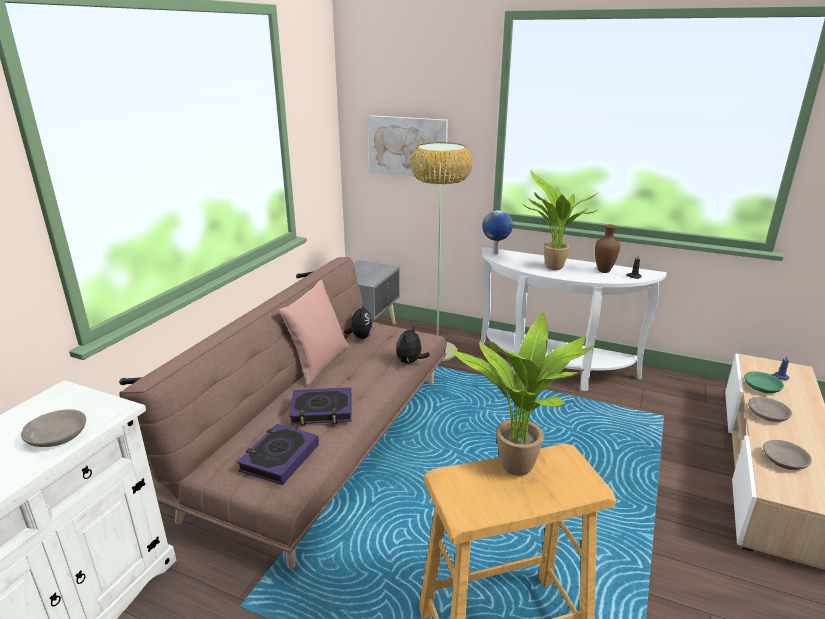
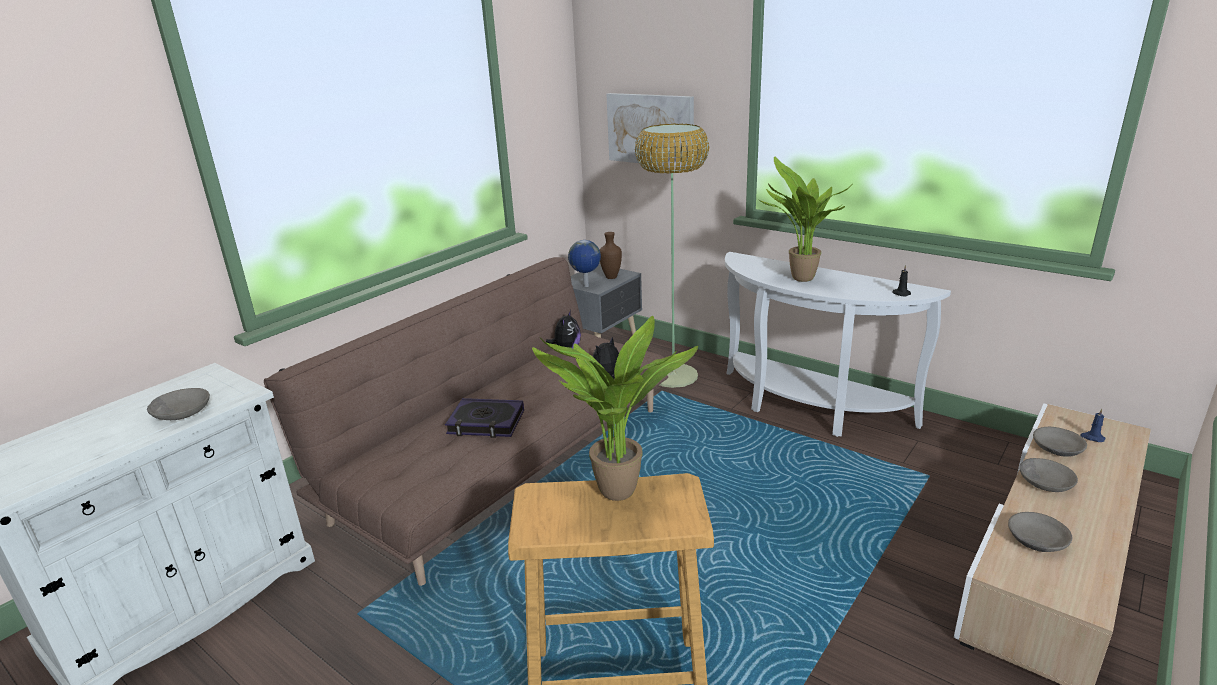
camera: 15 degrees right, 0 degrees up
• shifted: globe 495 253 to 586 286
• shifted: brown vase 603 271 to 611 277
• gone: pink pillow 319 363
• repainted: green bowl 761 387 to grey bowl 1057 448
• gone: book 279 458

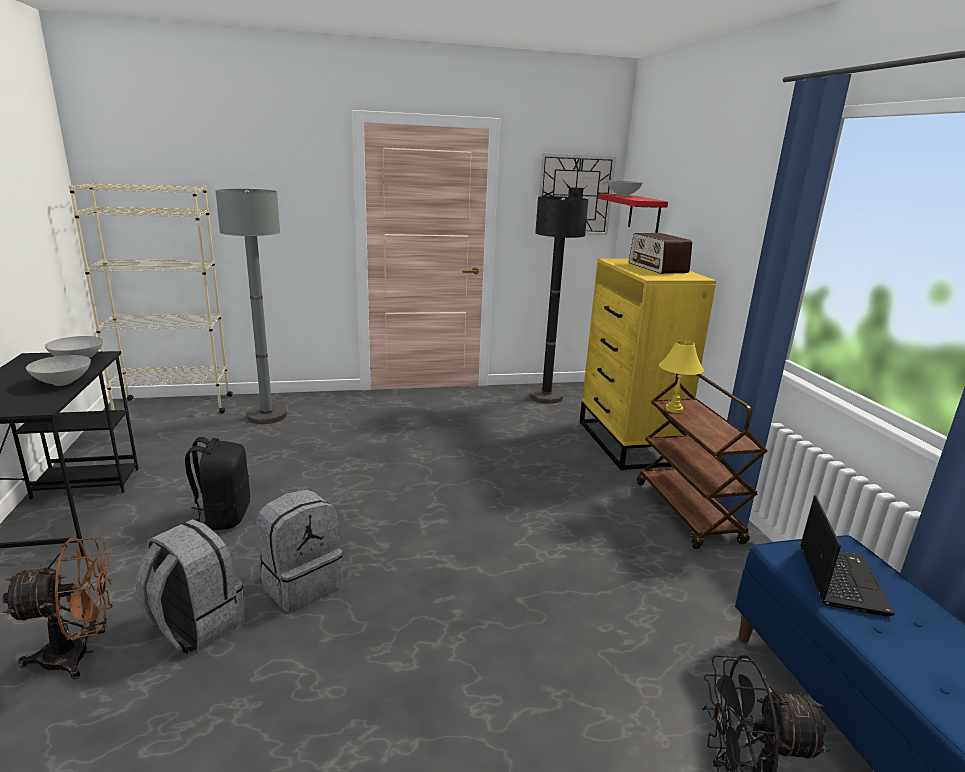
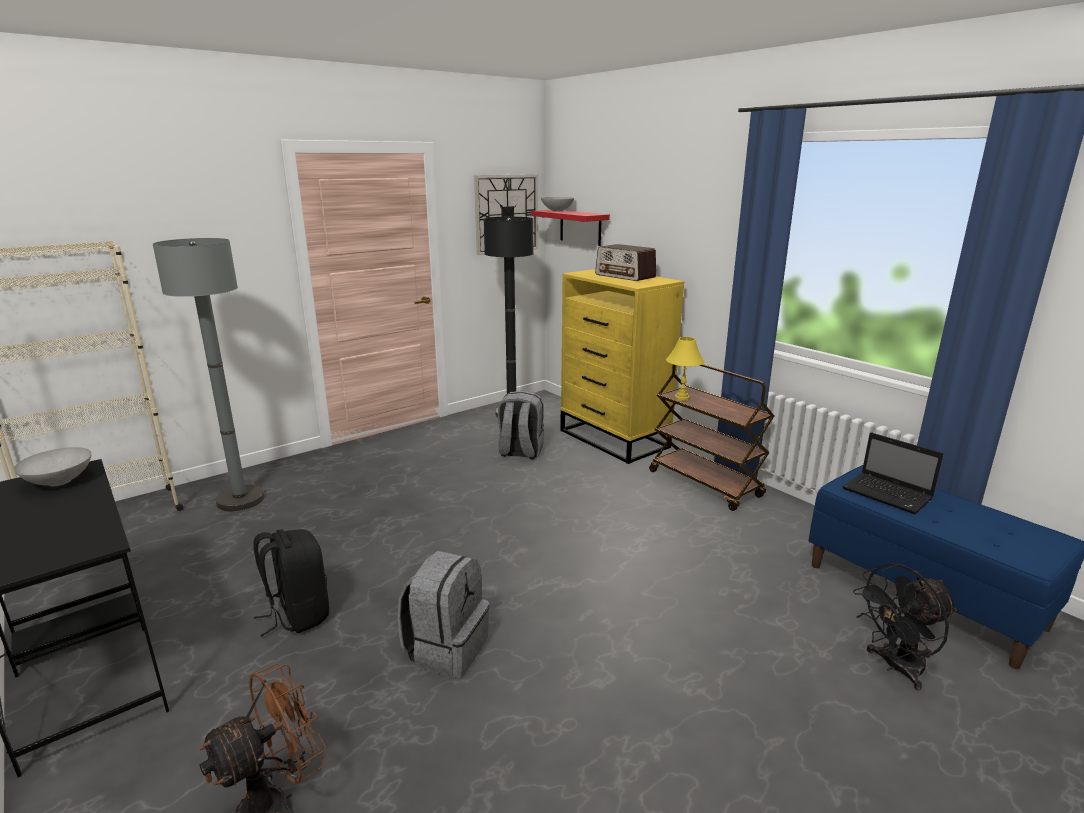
camera: 25 degrees left, 0 degrees up
• gone: grey bowl 63 382
• rotated: laptop 840 579 = 888 495 150 degrees clockwise
• shifted: grey backpack 195 625 to 520 452

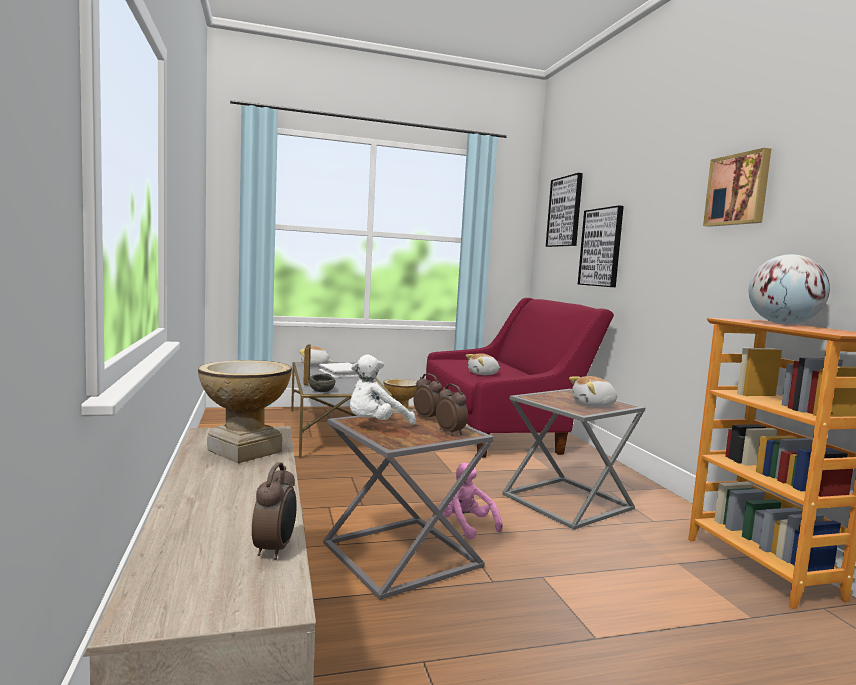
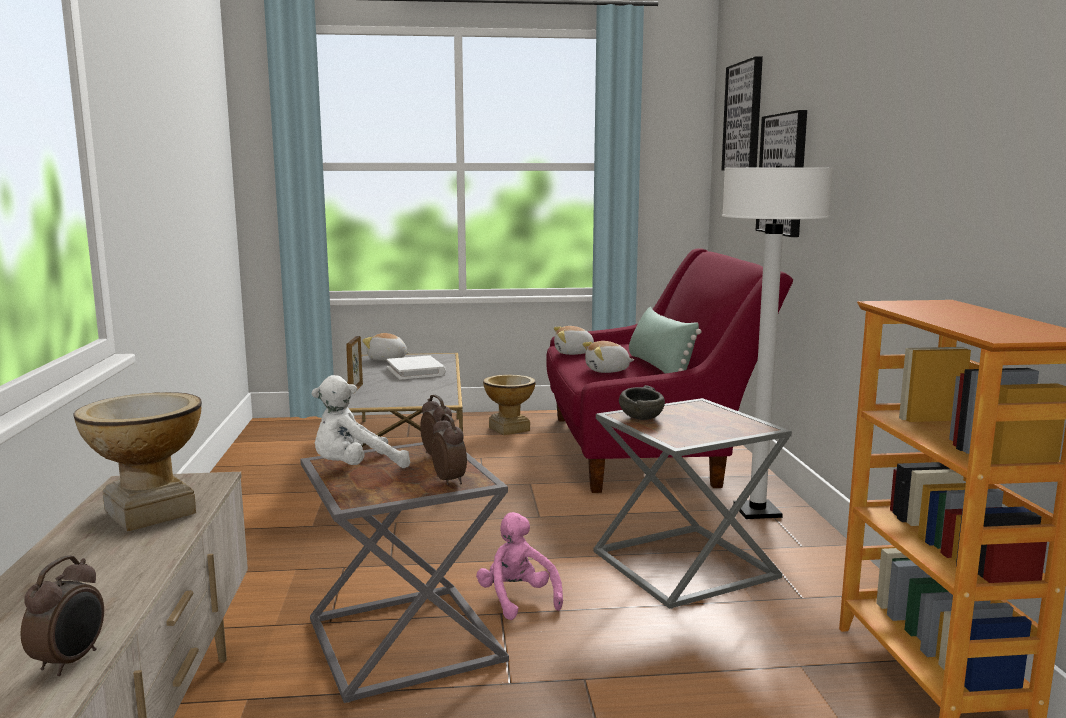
camera: 10 degrees right, 5 degrees up
• gone: picture 738 190
• gone: globe 783 324
• shifted: grey bowl 322 391 to 642 417
• shifted: plush toy 594 405 to 574 353
• new: white floor lamp 757 512
• new: green pillow 659 367

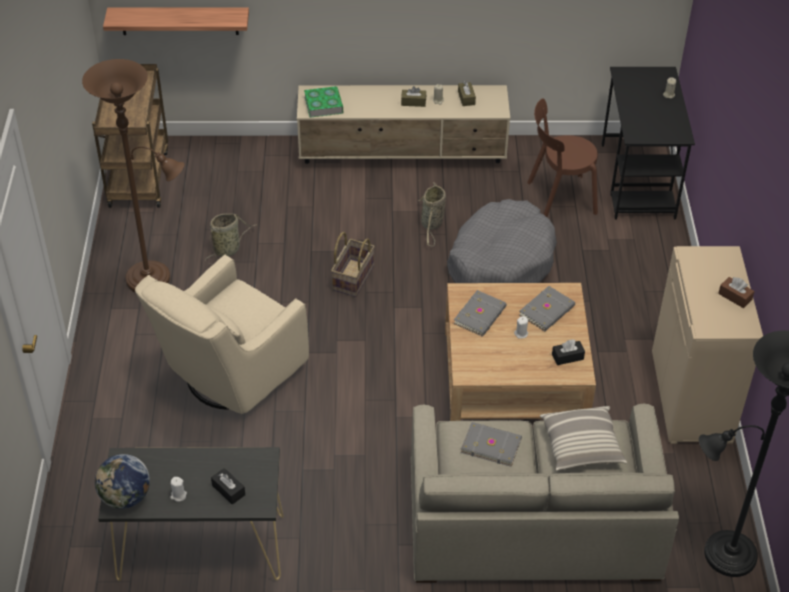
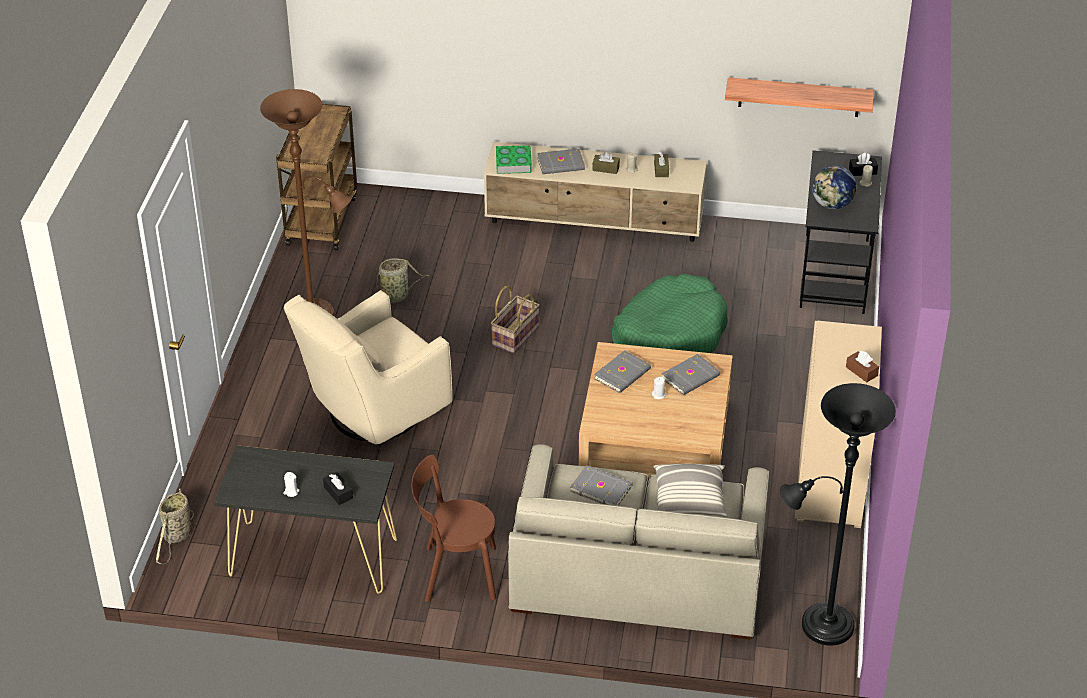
camera: 10 degrees right, 5 degrees down
• shifted: shelf 179 21 to 799 97
• shifted: brown chair 558 198 to 455 573
• shifted: basket 432 224 to 177 537
• repainted: grey dog bed 500 261 to green dog bed 669 335
• shifted: black tissue box 567 357 to 862 171
• shifted: globe 125 497 to 832 205
• new: grey book 561 164

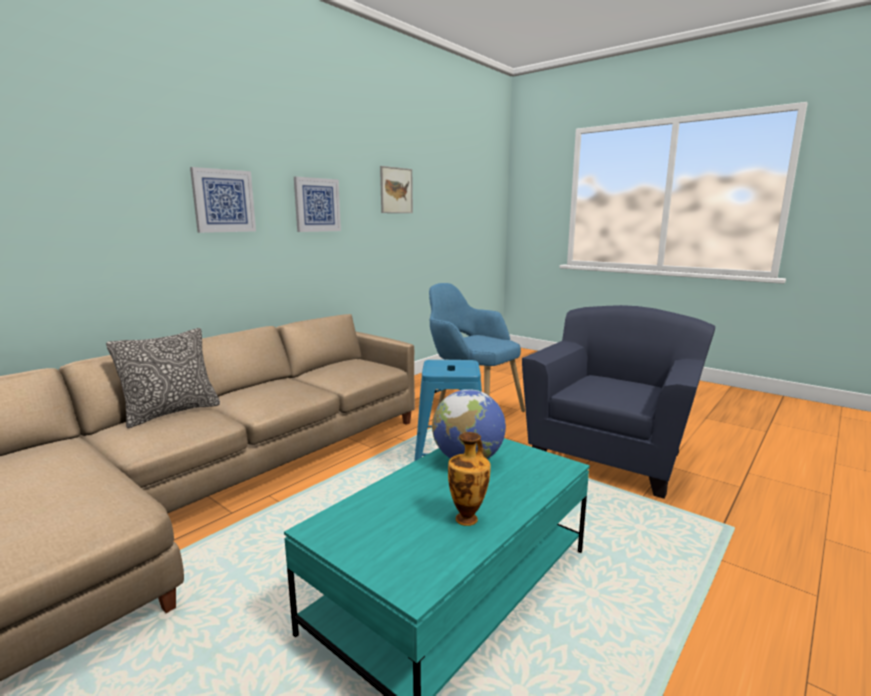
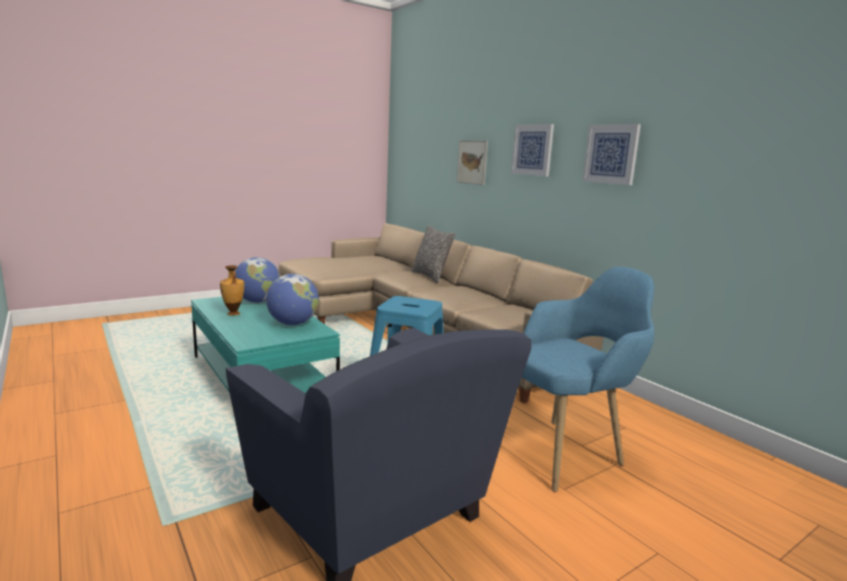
camera: 105 degrees right, 0 degrees up
• shifted: picture 396 190 to 472 162
• new: globe 258 302

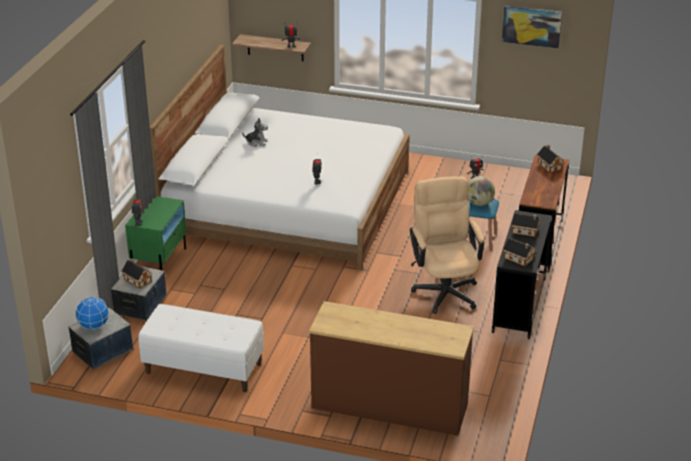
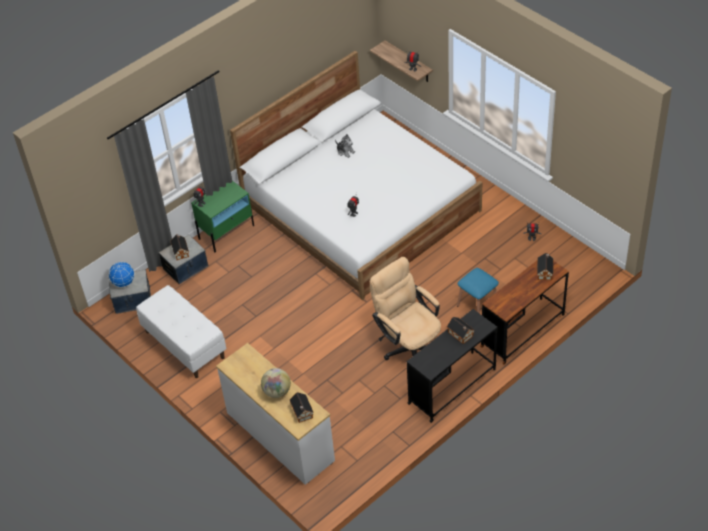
camera: 35 degrees right, 15 degrees up
• gone: picture 531 26
• rotated: beige office chair 444 289 = 408 345 60 degrees counterclockwise
• shifted: globe 479 203 to 277 392
• shifted: toy house 519 259 to 302 413
• repainted: brown dresser 389 407 to white dresser 279 437

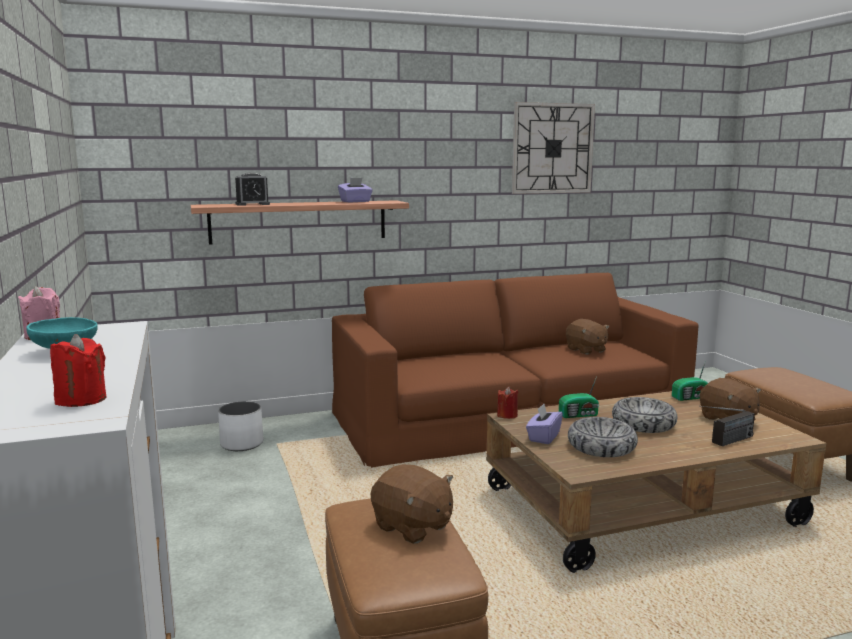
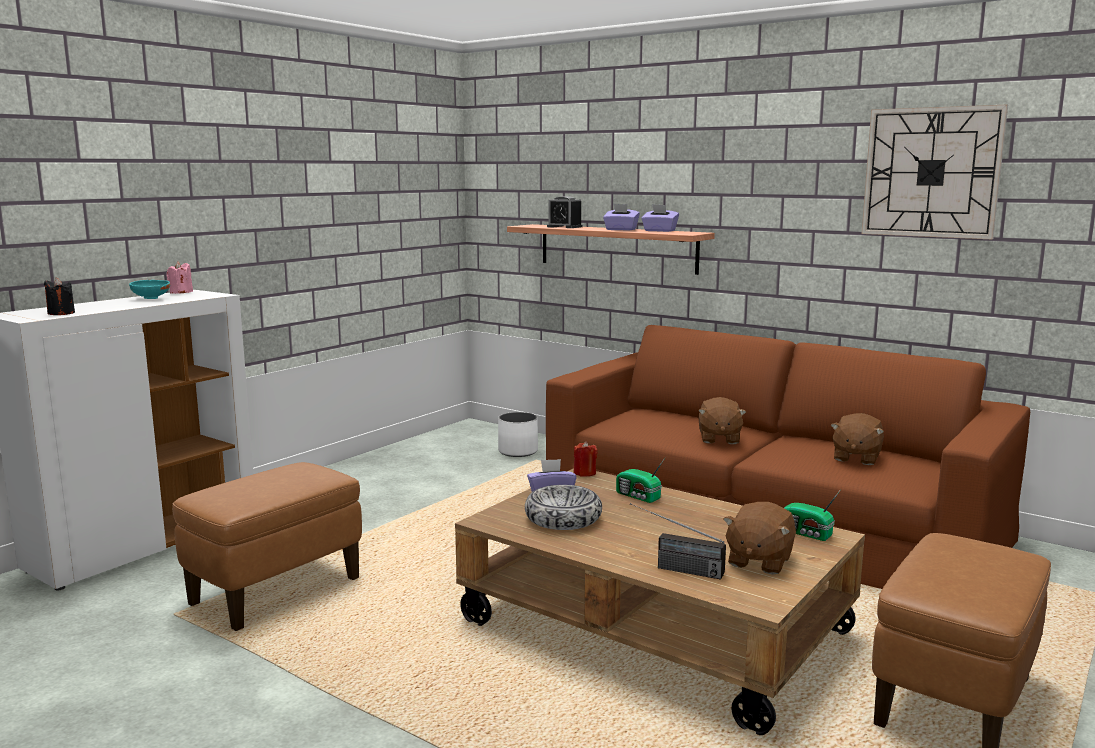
camera: 55 degrees right, 0 degrees up
• repainted: red candle 81 399 to black candle 61 313
• gone: bowl 643 424
• shifted: brown plush toy 412 527 to 719 438
• new: purple tissue box 620 229

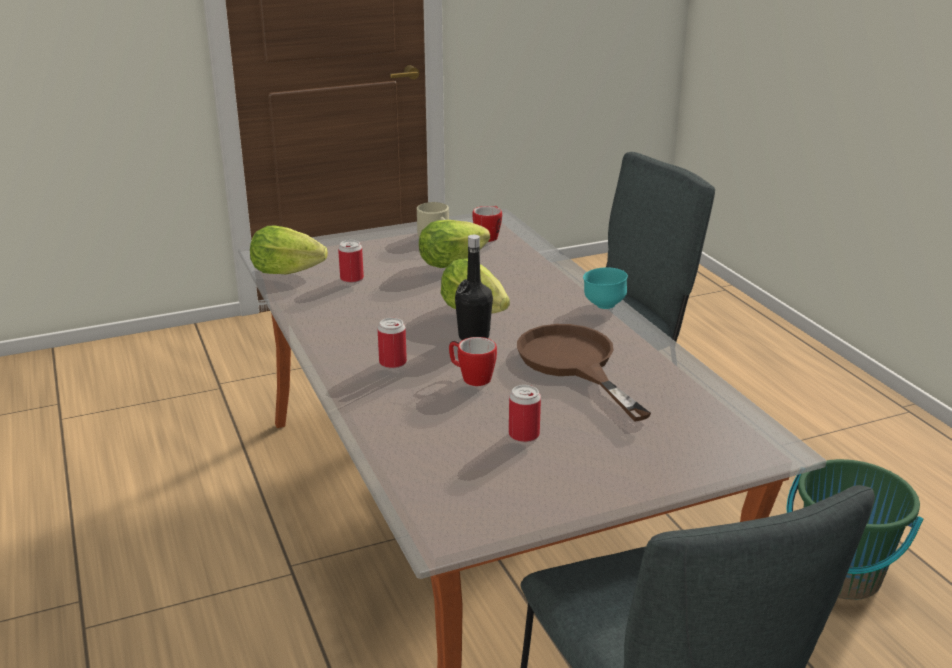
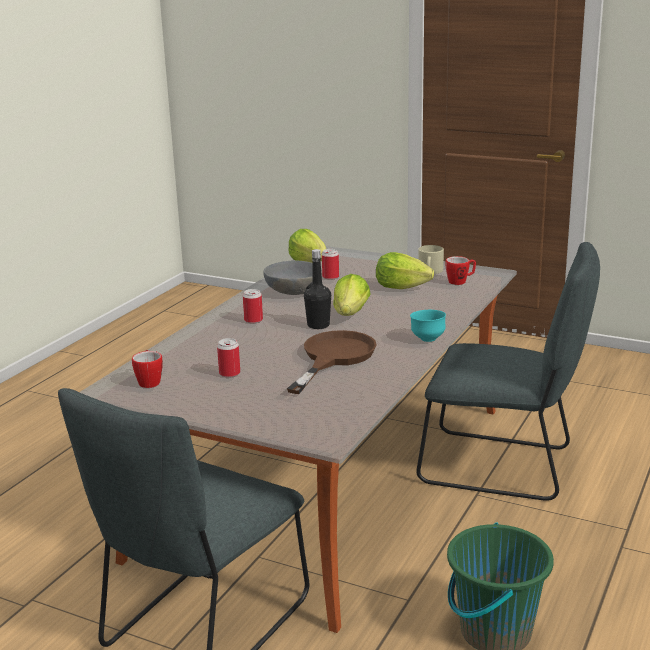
camera: 50 degrees right, 5 degrees down
• shifted: mug 471 378 to 149 381
• new: grey bowl 294 291

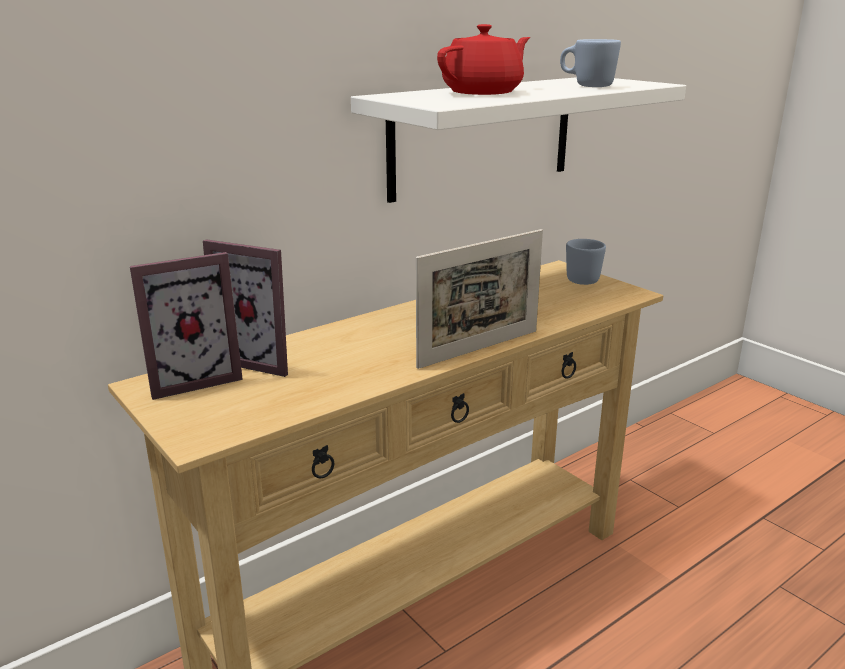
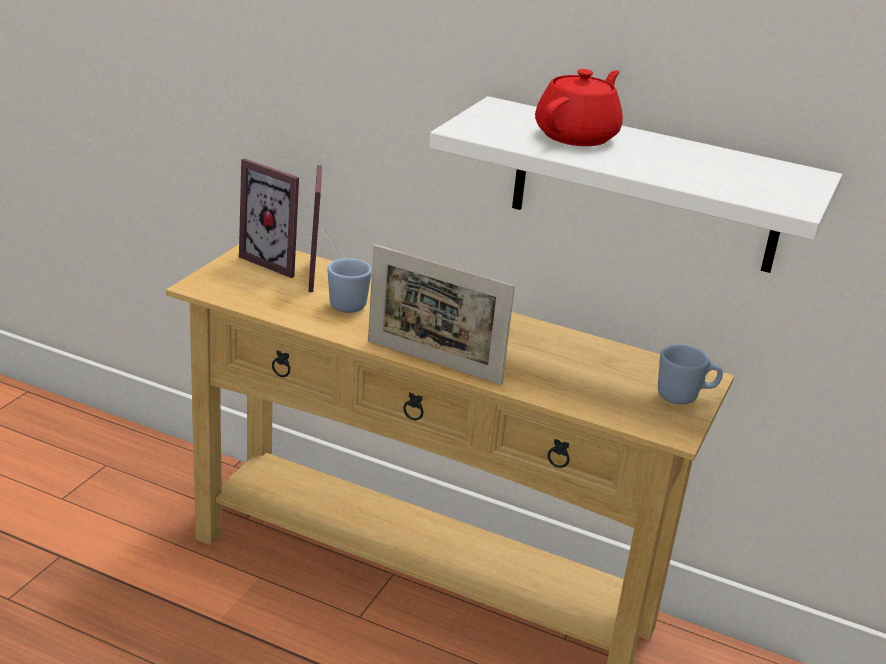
camera: 60 degrees right, 5 degrees up
• rotated: red teapot 484 92 = 577 136 75 degrees counterclockwise
• shifted: blue mug 587 86 to 348 303

